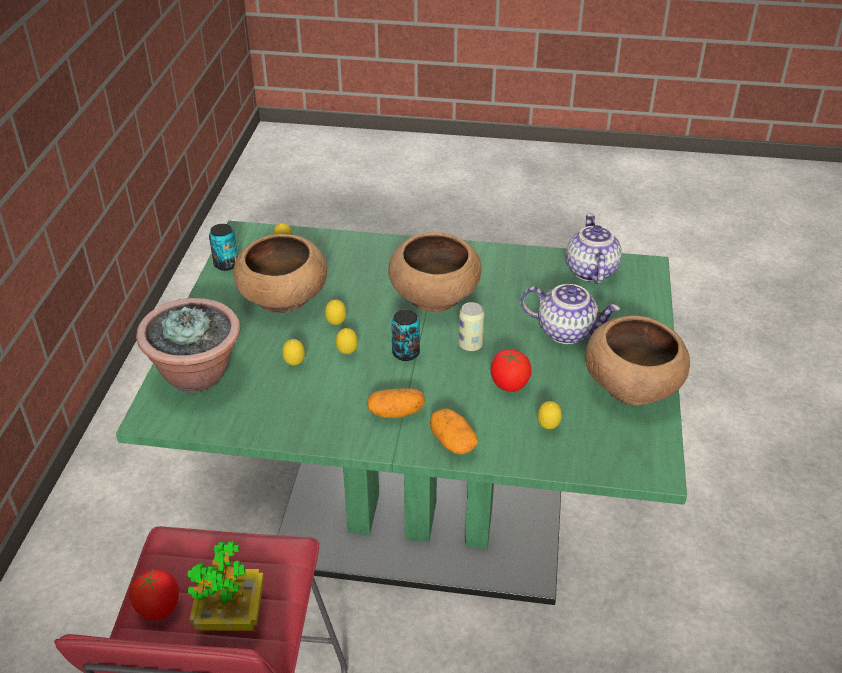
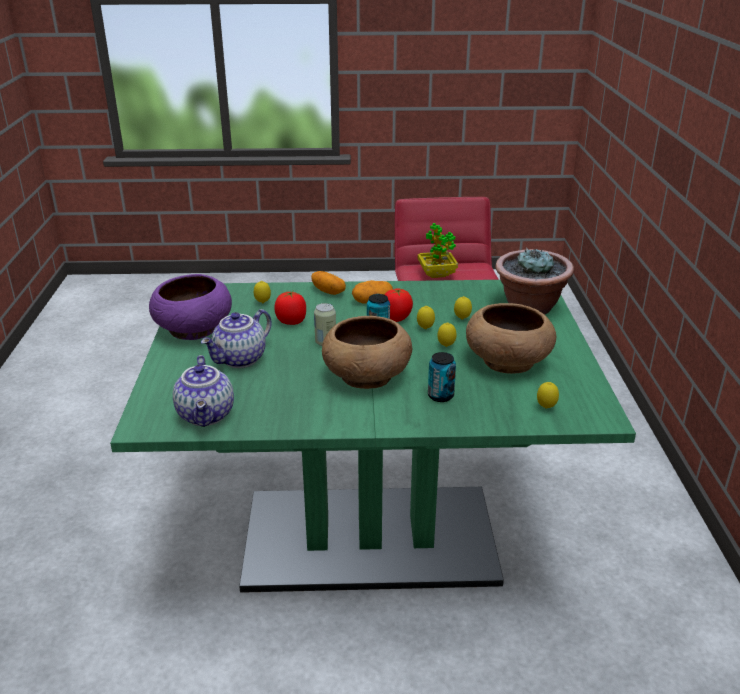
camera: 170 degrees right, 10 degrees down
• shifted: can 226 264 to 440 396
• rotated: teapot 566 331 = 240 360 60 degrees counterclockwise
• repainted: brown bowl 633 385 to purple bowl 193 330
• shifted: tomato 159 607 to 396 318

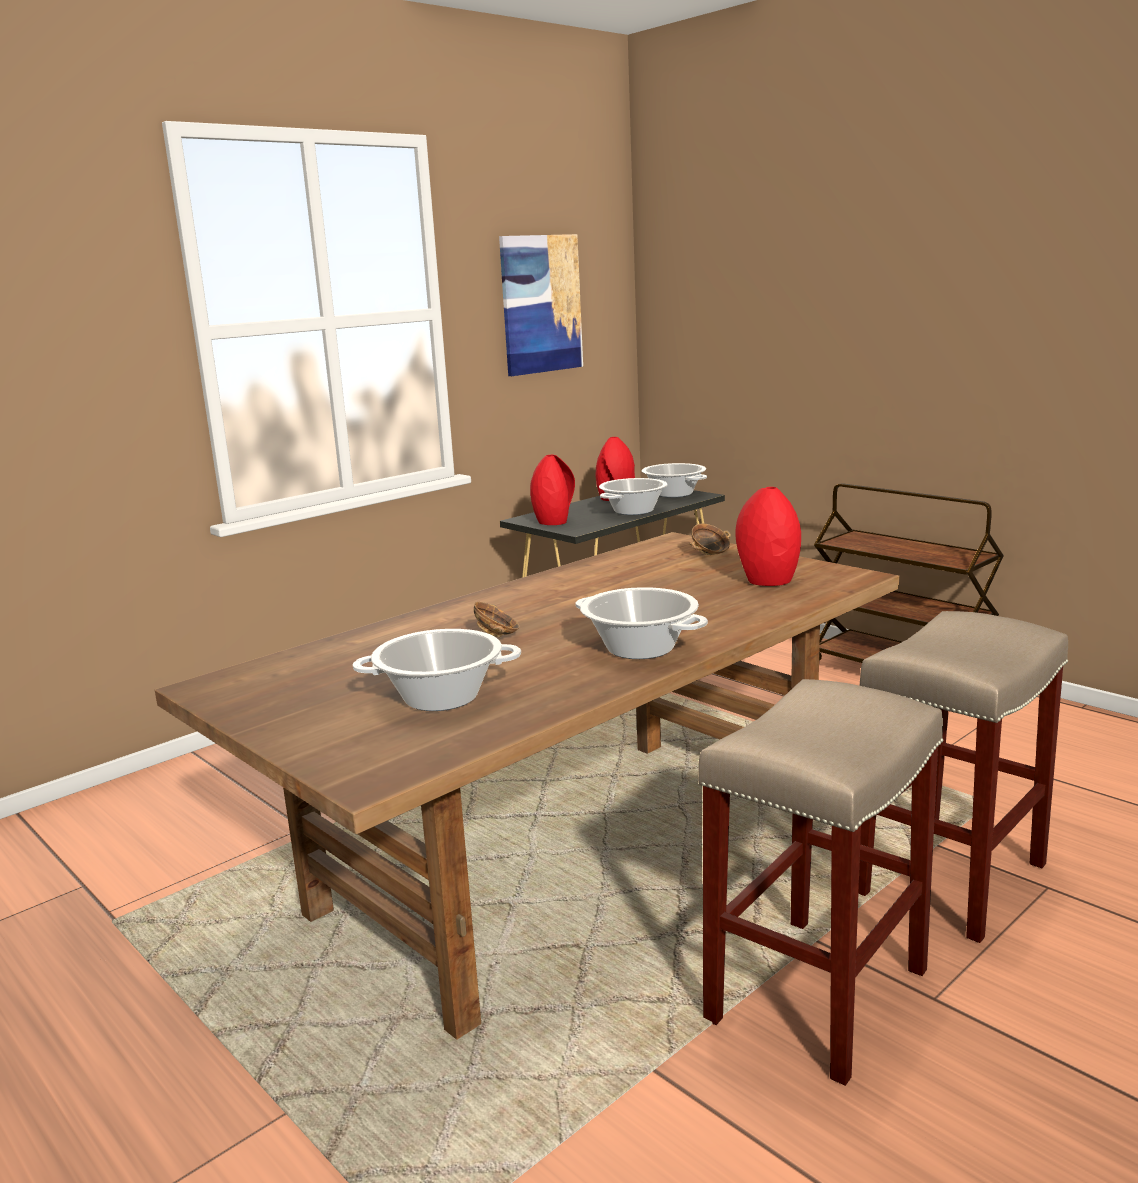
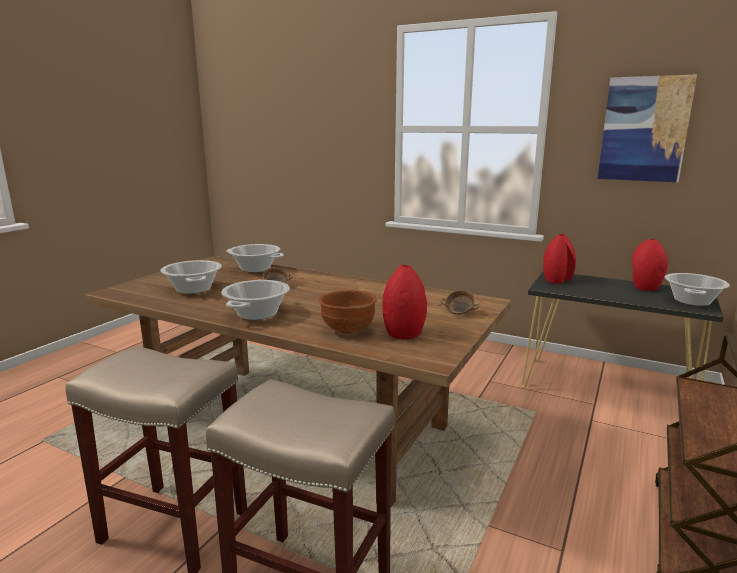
camera: 70 degrees right, 0 degrees up
• shifted: cooking pot 633 511 to 255 269
• new: brown bowl 348 330

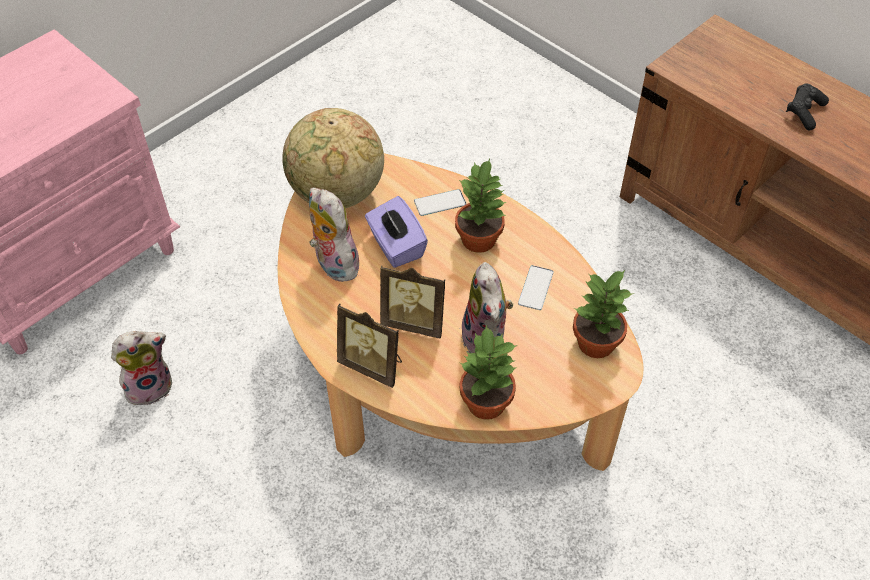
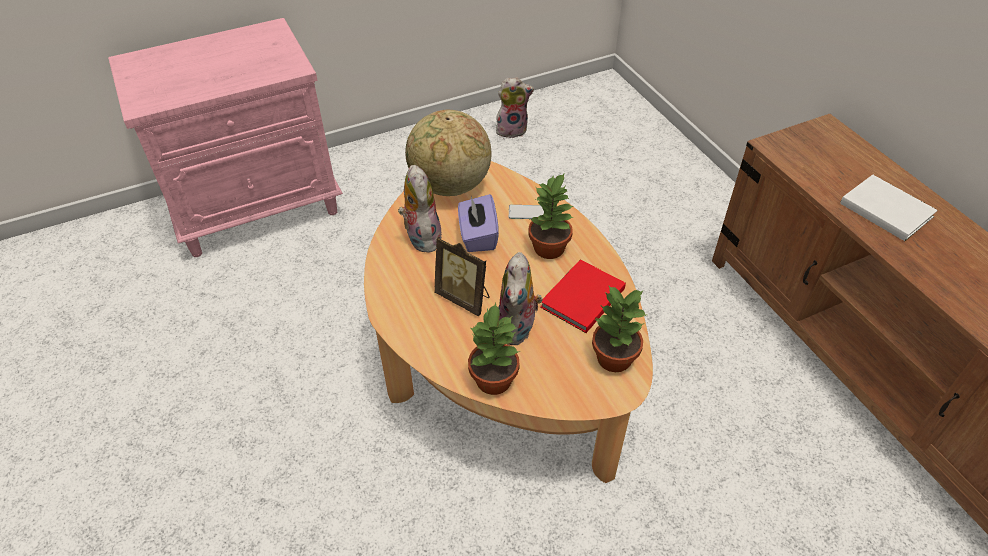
camera: 20 degrees right, 5 degrees down
• swapped: black game controller 804 112 to white book 885 208
• swapped: phone 535 288 to red book 580 298
• gone: picture frame 373 365
• shifted: plush toy 150 386 to 512 129

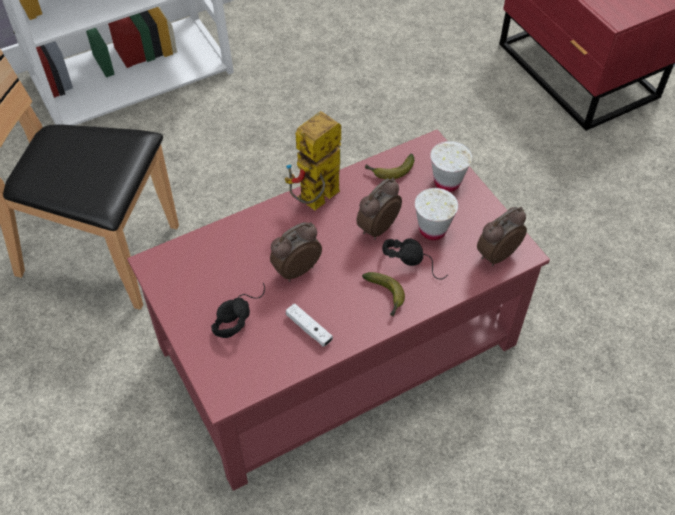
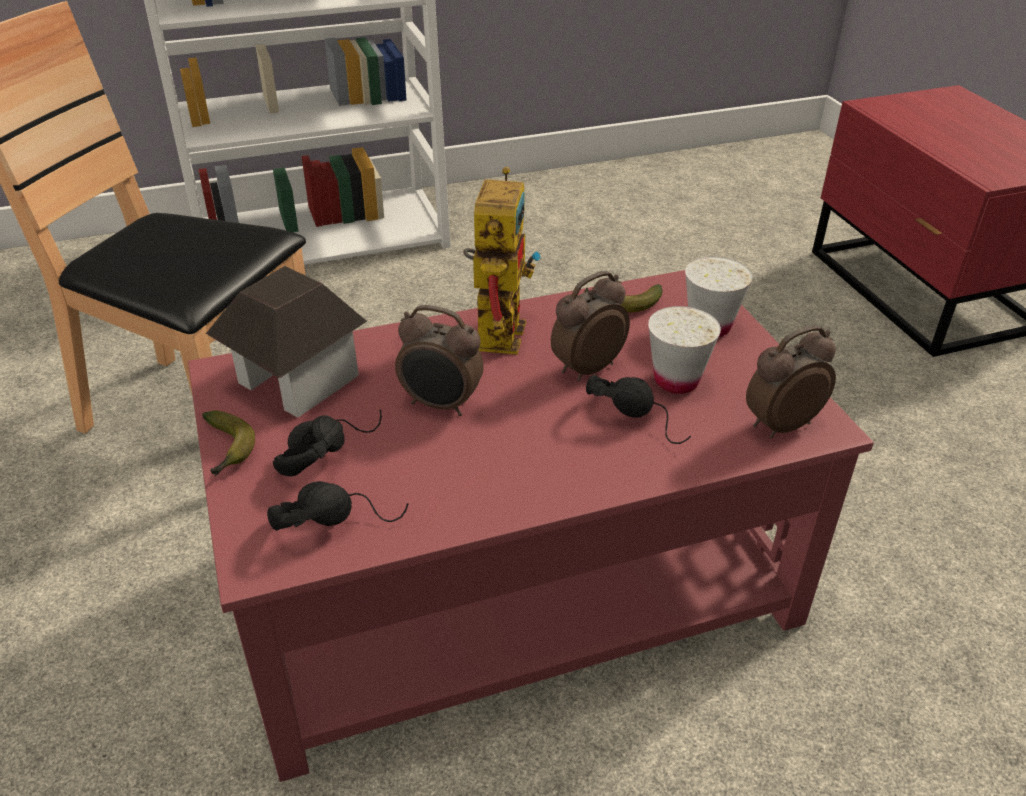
camera: 10 degrees right, 15 degrees down
• rotated: toy robot 315 202 = 497 327 135 degrees clockwise
• rotated: alarm clock 296 270 = 441 405 135 degrees counterclockwise
• shifted: banana 386 296 to 227 450
• gone: white game controller 309 329
• new: toy house 296 380
• new: black headphones 338 519

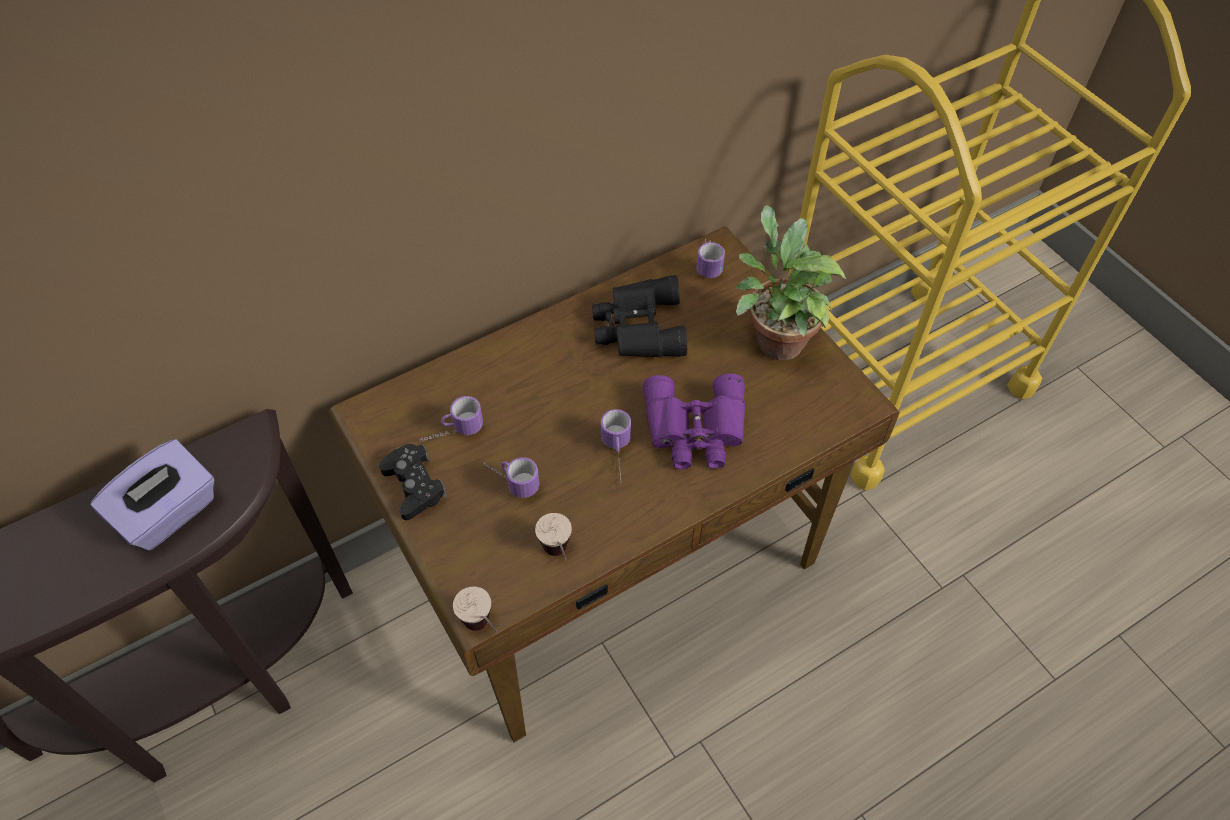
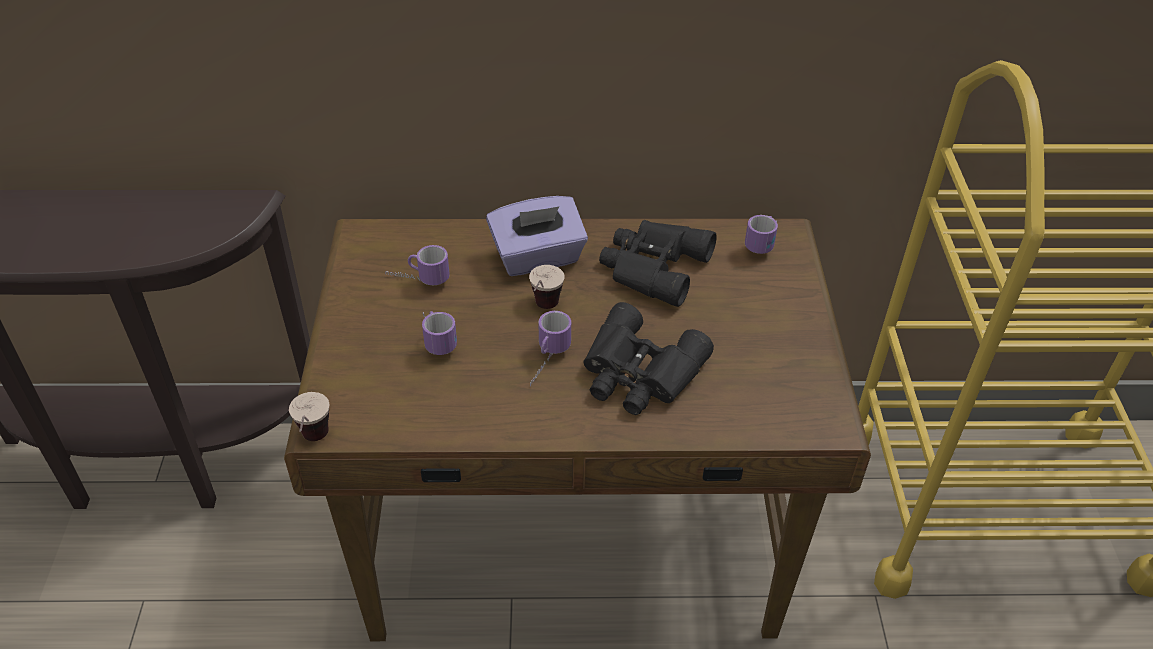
camera: 30 degrees right, 10 degrees down
• gone: potted plant 775 338
• repainted: purple binoculars 696 430 to black binoculars 639 374
• shifted: purple tissue box 169 513 to 538 257
• gone: black game controller 414 486
• shifted: cup 559 558 to 543 311

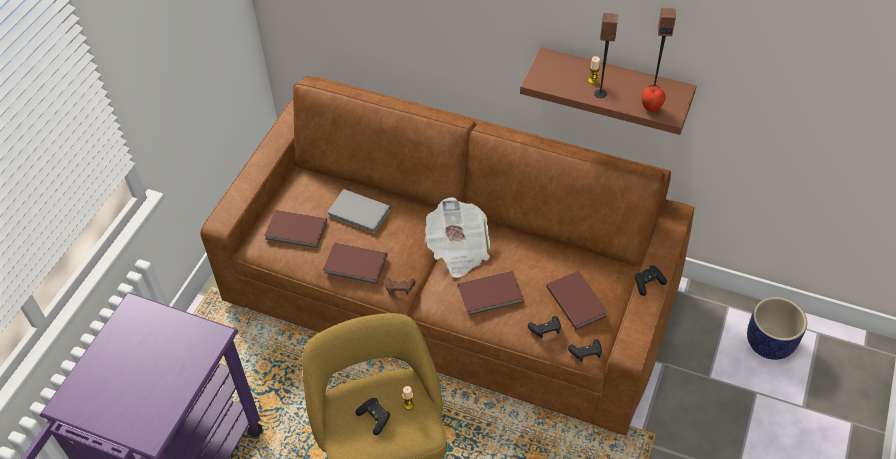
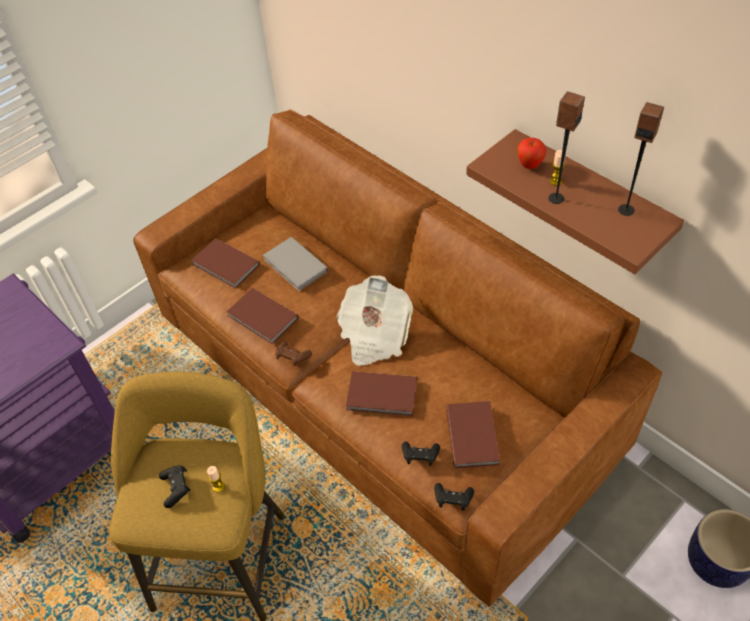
camera: 25 degrees right, 0 degrees up
• shifted: apple 651 108 to 529 165
• gone: black game controller 648 283

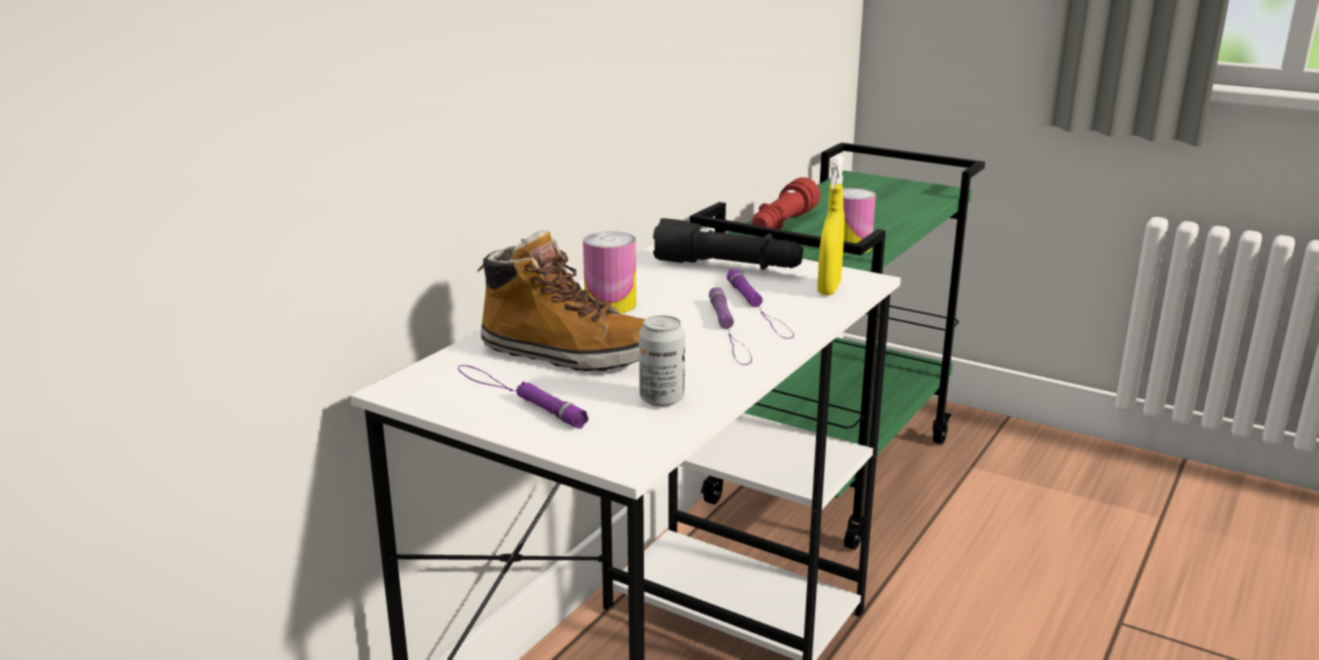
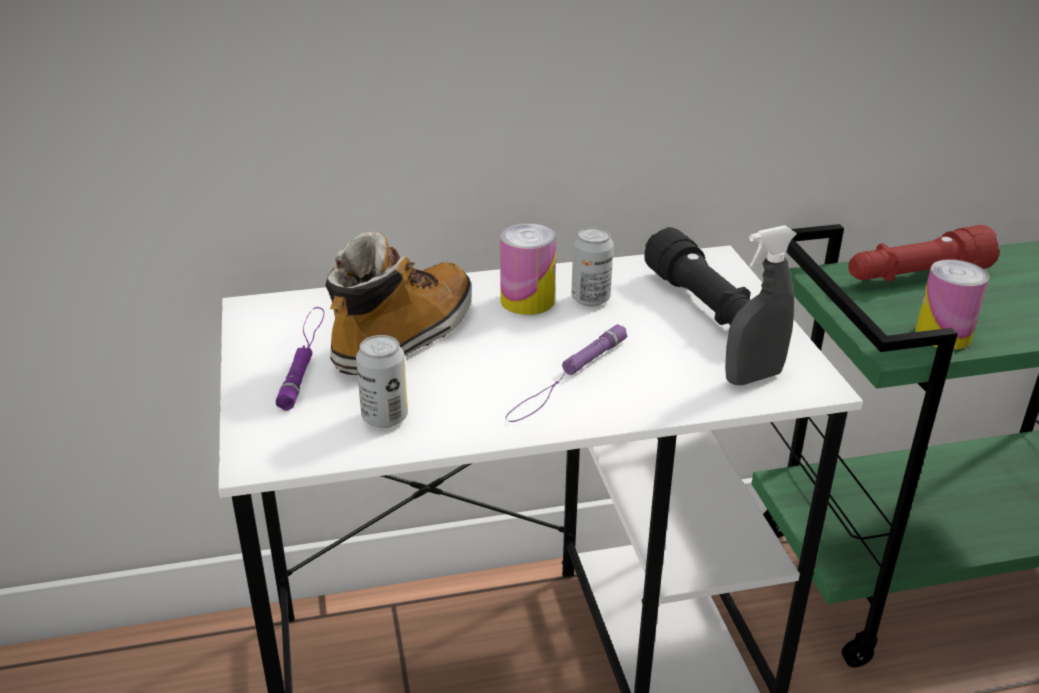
camera: 45 degrees right, 10 degrees up
• repainted: yellow spray bottle 829 288 to grey spray bottle 753 377
• rotated: boot 569 355 = 404 336 120 degrees counterclockwise
• gone: purple flashlight 759 309
• new: can 590 299

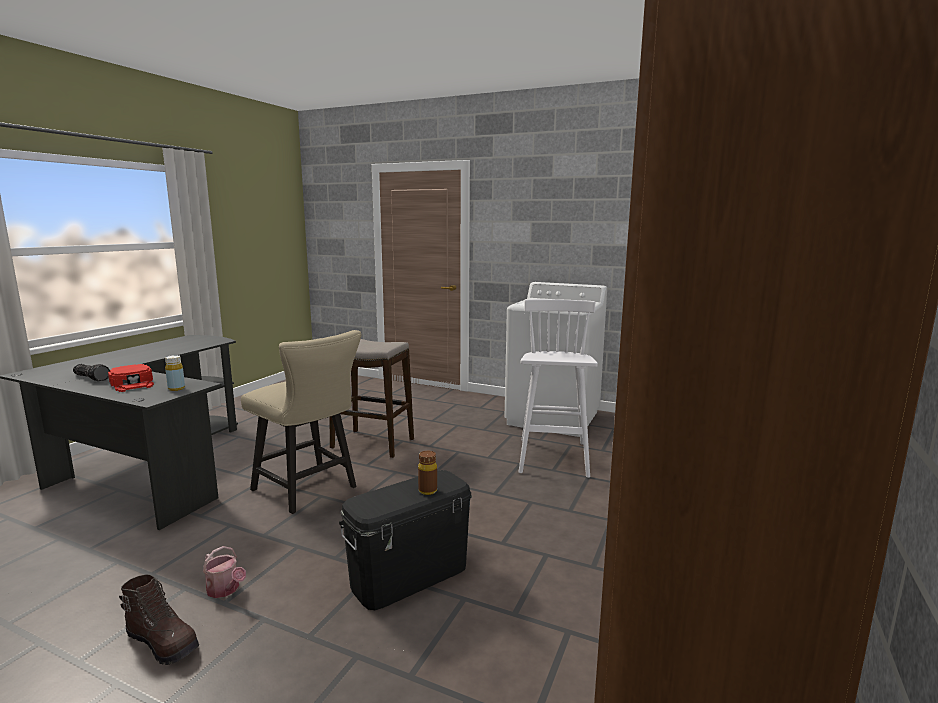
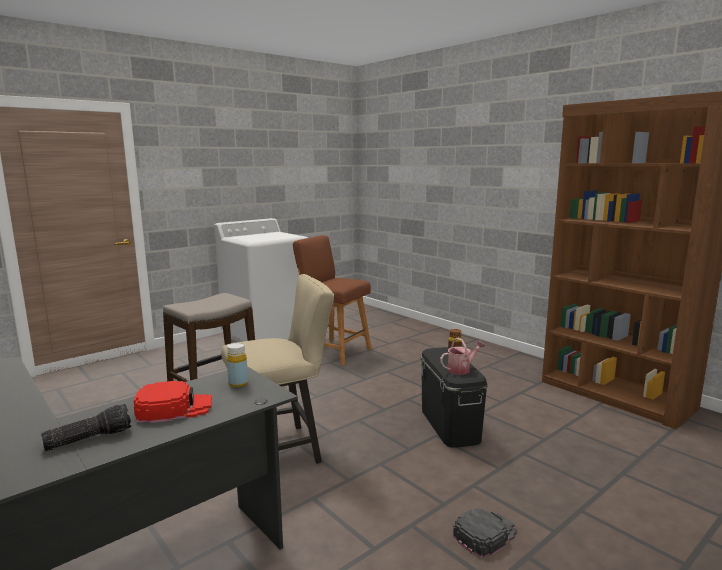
camera: 65 degrees left, 0 degrees up
• swapped: white stool 553 458 to brown chair 333 351
• shifted: watering can 225 590 to 461 369
• swapped: brown boot 163 642 to black cap 485 534

